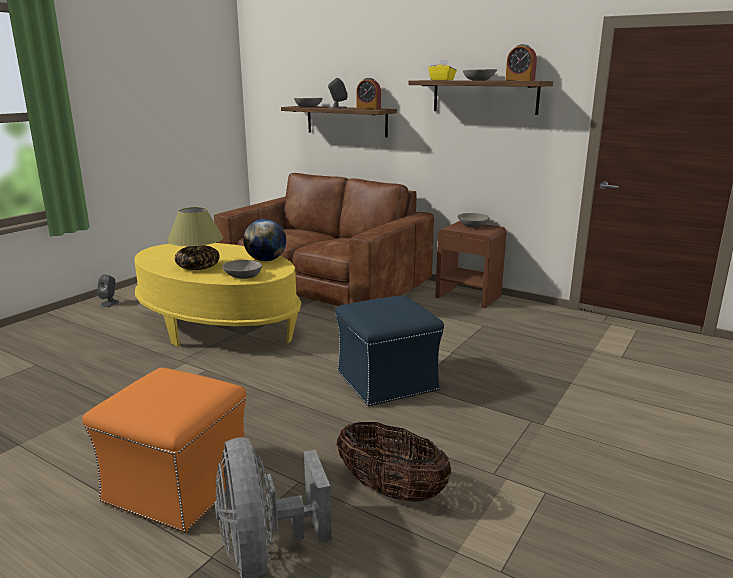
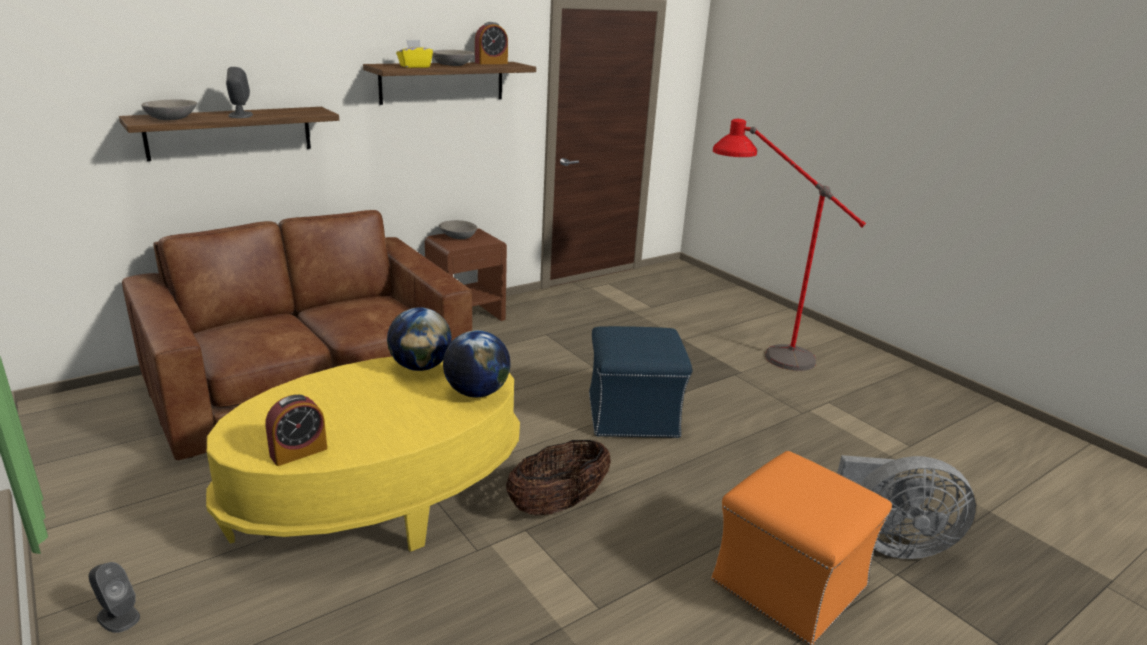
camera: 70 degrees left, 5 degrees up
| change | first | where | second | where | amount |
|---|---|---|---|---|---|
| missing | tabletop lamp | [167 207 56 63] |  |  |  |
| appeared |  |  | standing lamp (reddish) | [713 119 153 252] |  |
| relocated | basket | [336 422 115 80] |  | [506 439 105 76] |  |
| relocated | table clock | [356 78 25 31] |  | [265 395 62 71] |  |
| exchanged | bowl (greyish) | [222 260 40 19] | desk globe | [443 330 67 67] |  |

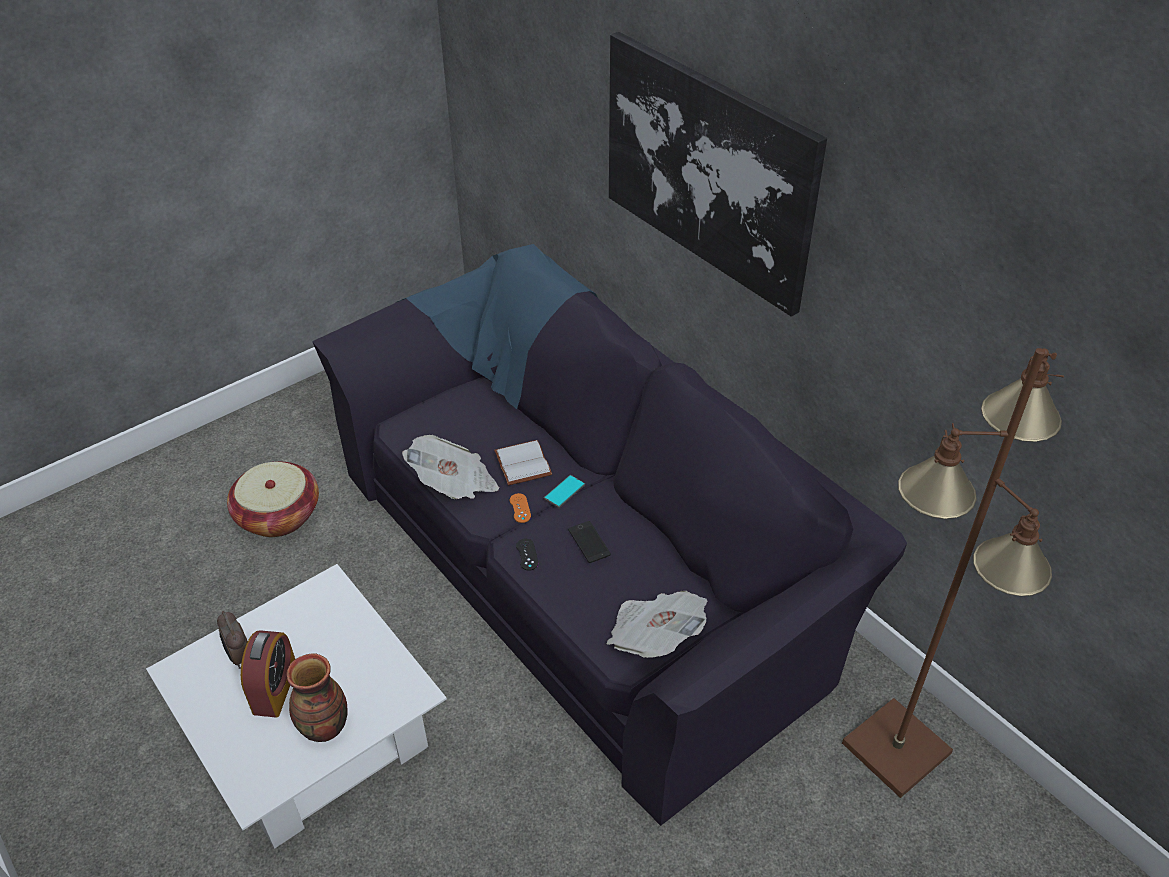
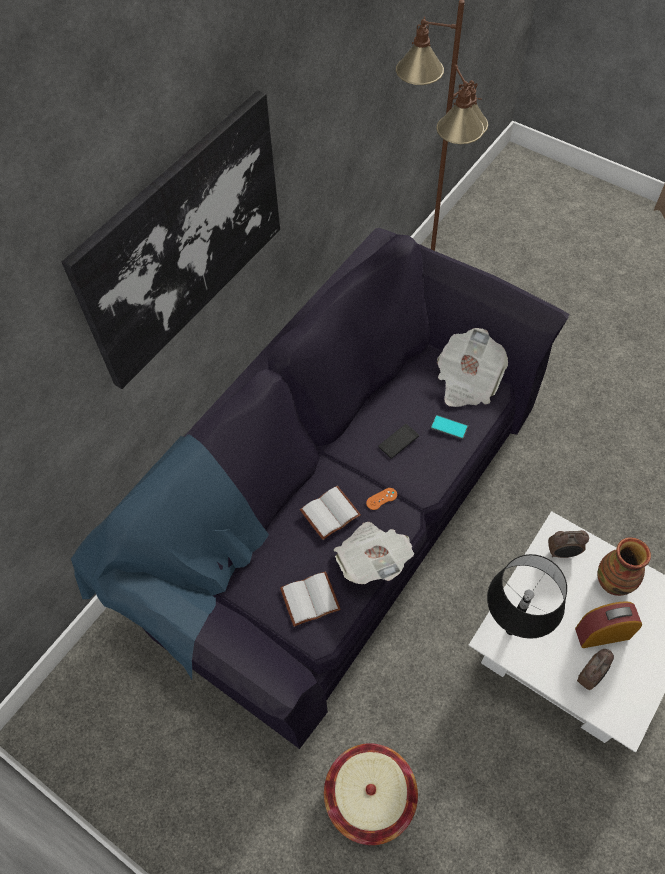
camera: 105 degrees left, 15 degrees up
| change | first | where | second | where | amount |
|---|---|---|---|---|---|
| missing | gamepad (black-coloured) | [516 539 22 32] |  |  |  |
| appeared |  |  | bound book (white) | [280 572 61 55] |  |
| appeared |  |  | tabletop lamp (black-coloured) | [487 554 80 85] |  |
| appeared |  |  | table clock | [548 530 41 28] |  |
| relocated | telephone | [544 475 41 33] |  | [431 415 38 24] |  |

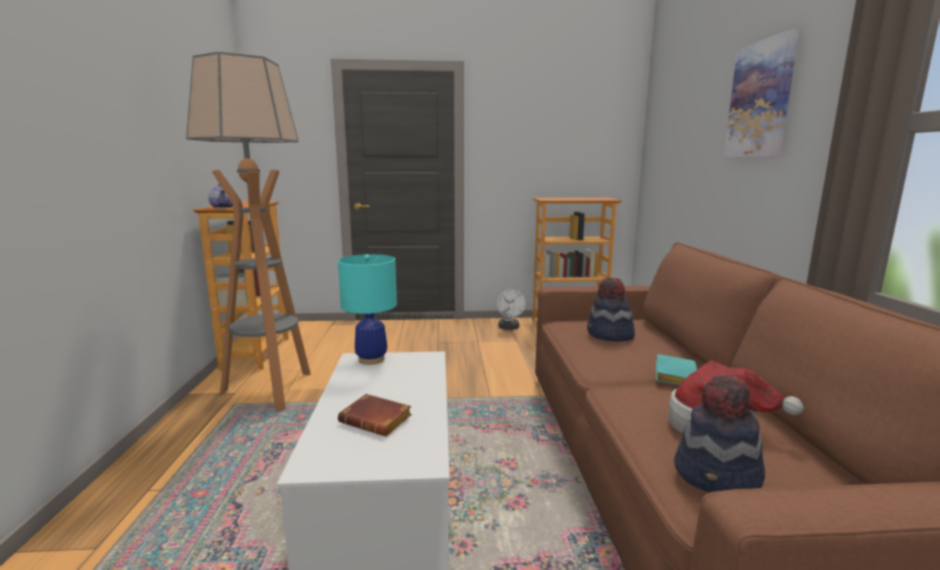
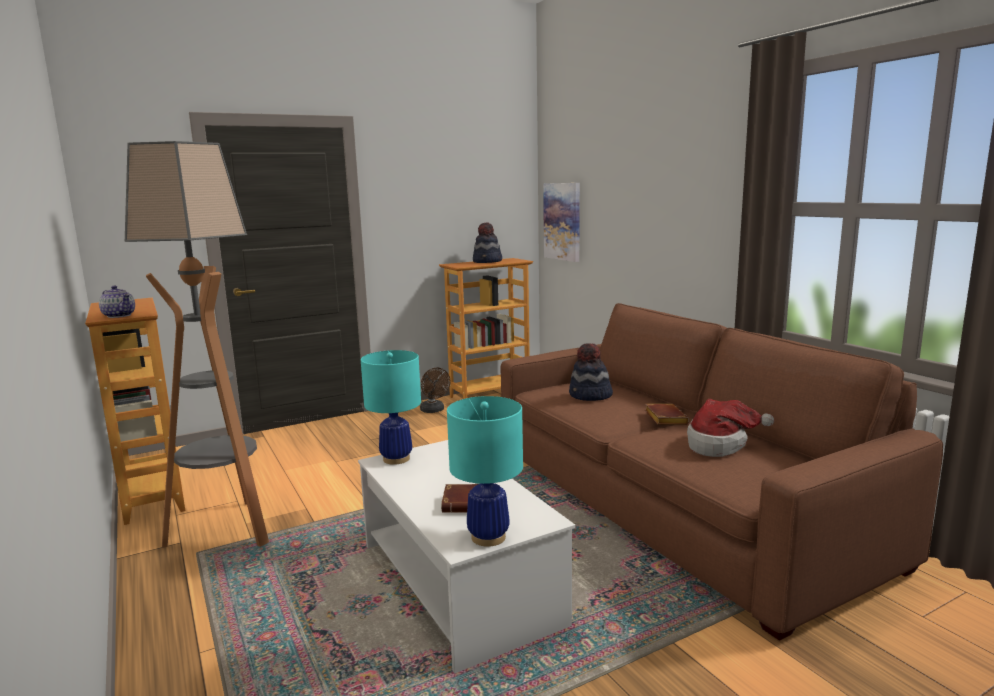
camera: 25 degrees left, 0 degrees up
| change | first | where | second | where | amount |
|---|---|---|---|---|---|
| appeared |  |  | tabletop lamp (turquoise) | [447 396 76 151] |  |
| relocated | wearable hat | [674 376 91 117] |  | [473 222 29 41] |  |
| relocated | picture | [724 29 75 129] |  | [543 183 37 79] |  |
| colour | fan (white) | [497 289 29 41] | fan (brownish) | [420 368 31 45] |  |
| colour | bound book (turquoise) | [656 354 41 31] | bound book (brownish) | [645 404 44 21] |  |

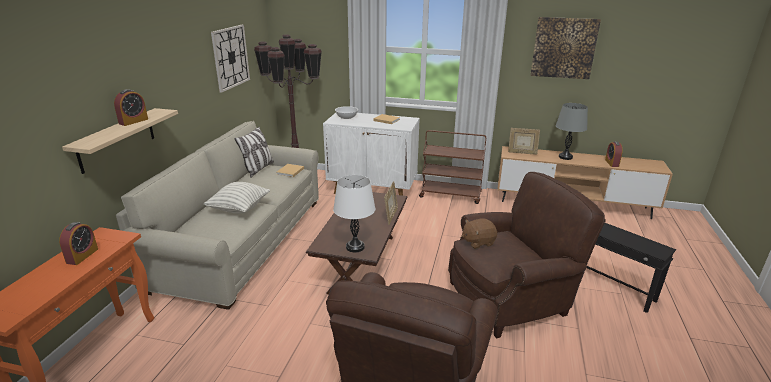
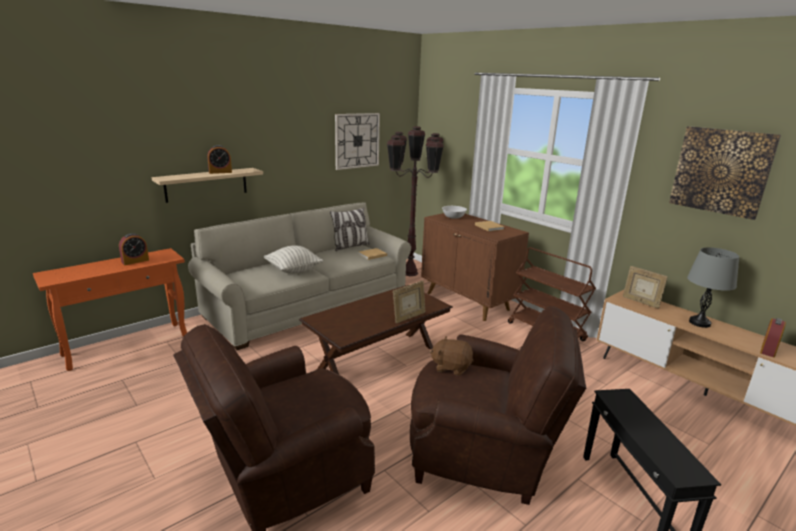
camera: 35 degrees right, 5 degrees down
| change | first | where | second | where | amount |
|---|---|---|---|---|---|
| missing | tabletop lamp (white) | [333 175 42 77] |  |  |  |
| colour | cabinet (white) | [323 113 97 83] | cabinet (brownish) | [421 213 108 108] |  |

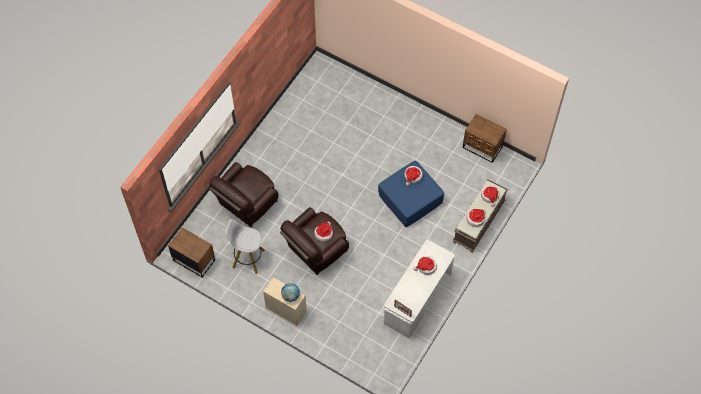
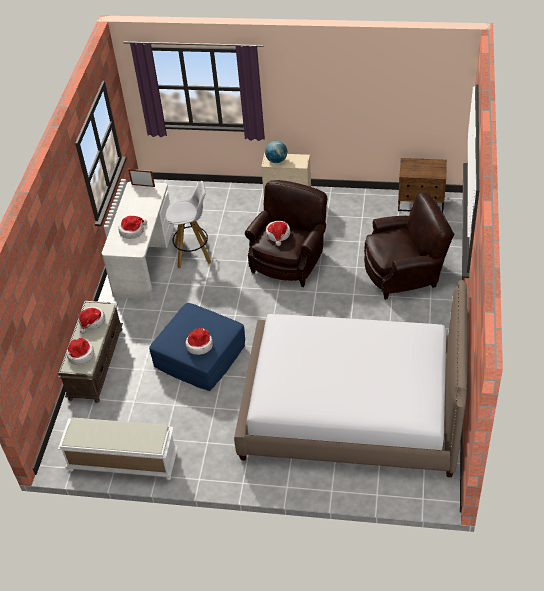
camera: 160 degrees right, 15 degrees down
| change | first | where | second | where | amount |
|---|---|---|---|---|---|
| appeared |  |  | sleeping bed | [234 280 234 197] |  |
| relocated | sitting stool (white) | [225 219 40 55] |  | [166 181 45 87] |  |
| exchanged | night table (brownish) | [463 114 44 49] | indoor bench (white) | [58 418 120 62] |  |
| spun | easy chair (brownish) | [209 162 70 66] |  | [364 192 90 108] | 60 degrees clockwise |

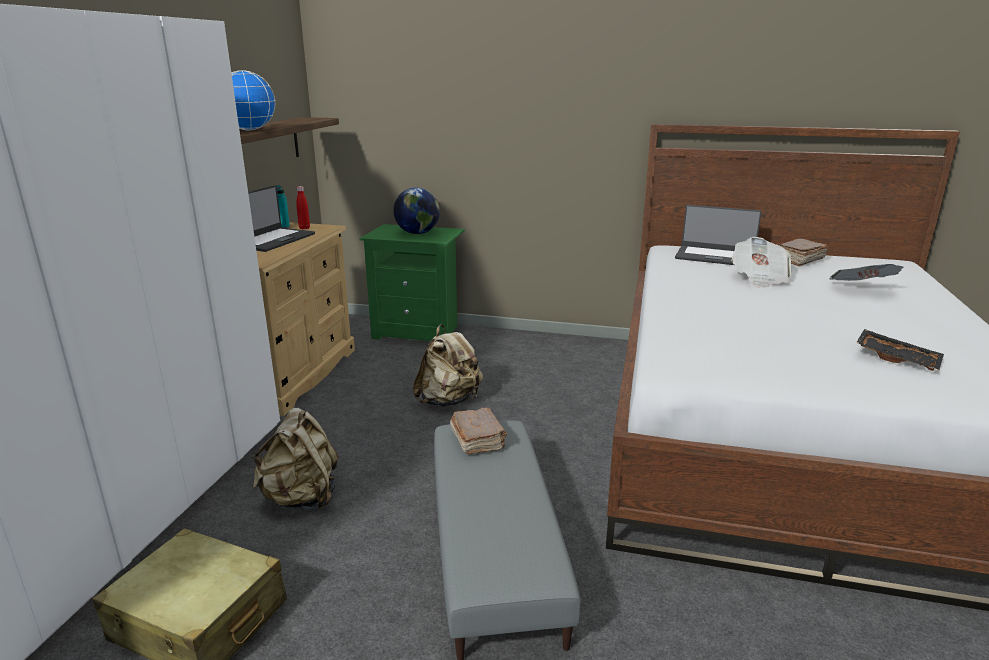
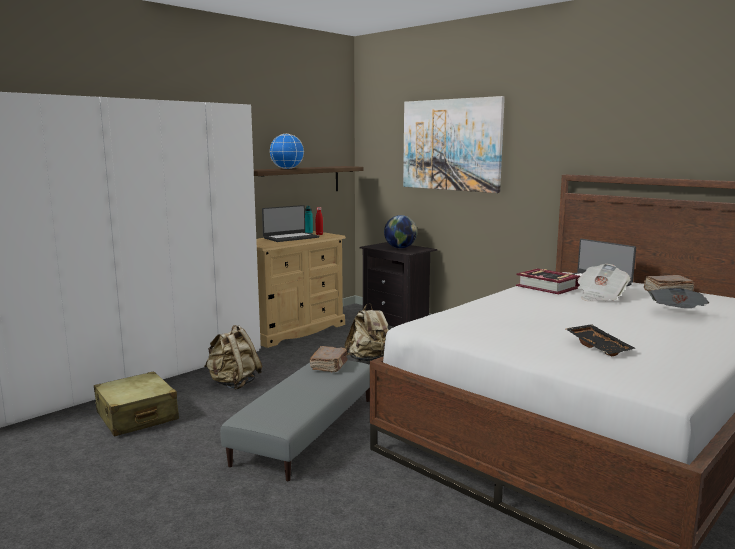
camera: 30 degrees right, 10 degrees down
| change | first | where | second | where | amount |
|---|---|---|---|---|---|
| appeared |  |  | picture | [403 96 102 97] |  |
| appeared |  |  | bound book | [516 268 64 26] |  |
| colour | night table (greenish) | [359 224 106 117] | night table (black-coloured) | [360 242 77 85] |  |

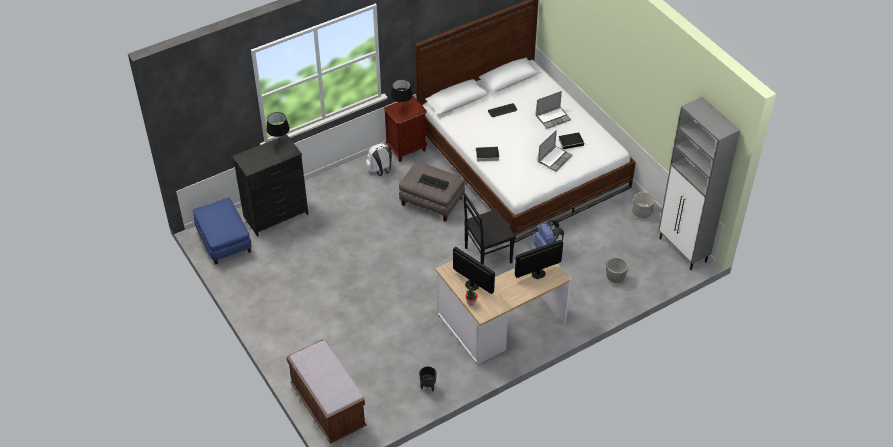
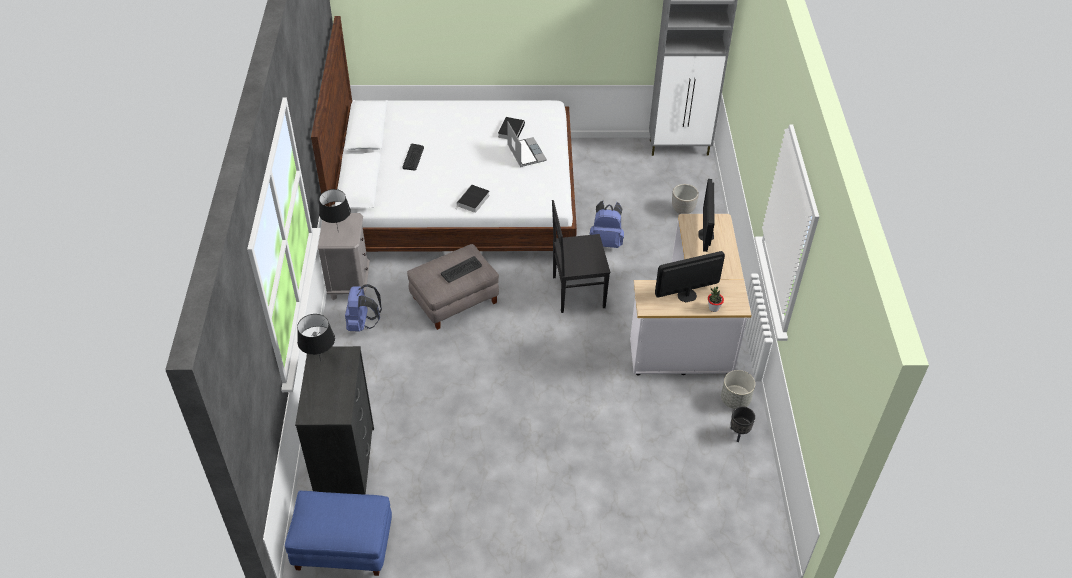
camera: 60 degrees left, 0 degrees up
| change | first | where | second | where | amount |
|---|---|---|---|---|---|
| missing | indoor bench (brownish) | [286 339 81 105] |  |  |  |
| missing | laptop | [536 91 35 38] |  |  |  |
| relocated | plant pot (greyish) | [632 192 23 26] |  | [721 370 34 39] |  |
| colour | backpack (white) | [366 143 26 33] | backpack (blue) | [345 284 37 48] |  |
| colour | night table (brownish) | [384 96 43 66] | night table (greyish) | [318 213 52 87] |  |
| spun | upright chair (black-coloured) | [464 192 51 73] |  | [552 200 58 113] | 75 degrees clockwise |

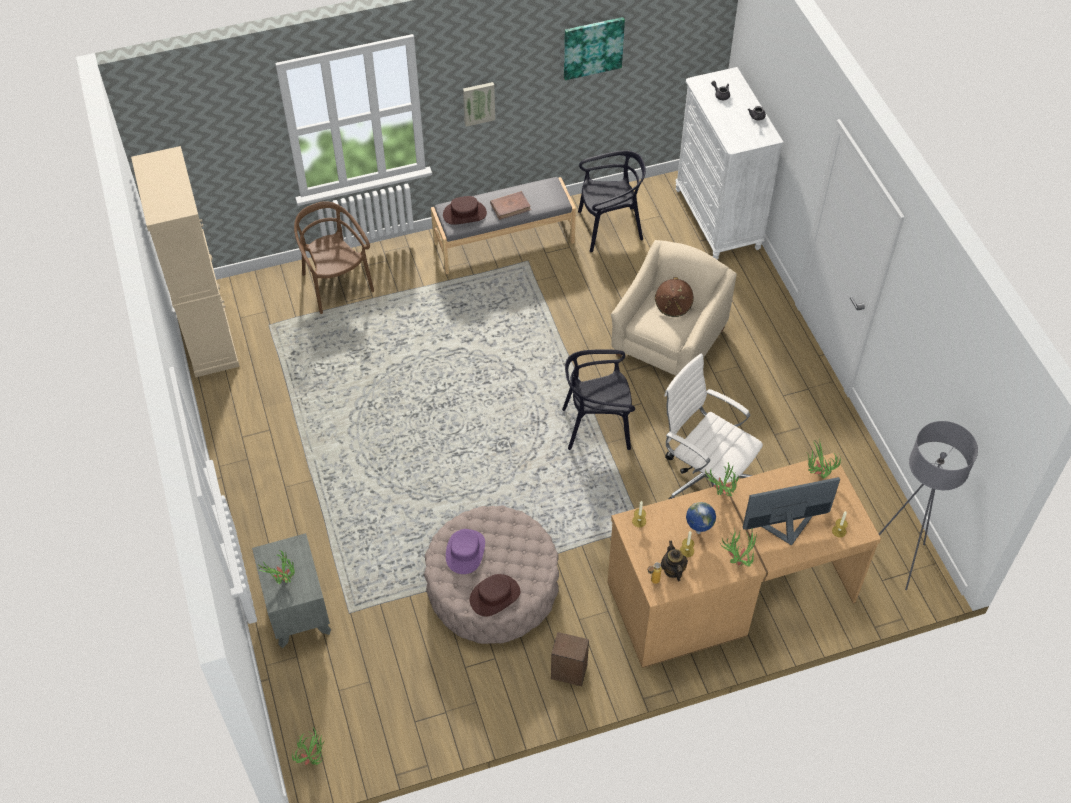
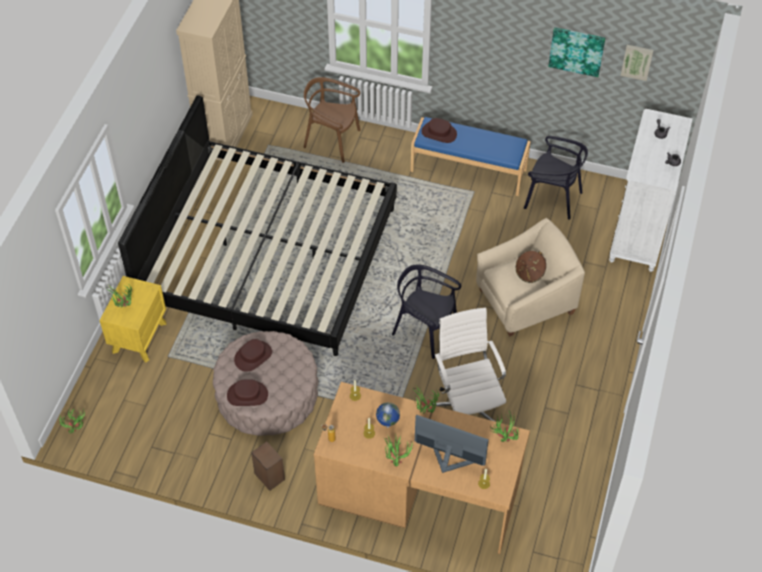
camera: 35 degrees right, 0 degrees up
| change | first | where | second | where | amount |
|---|---|---|---|---|---|
| missing | bound book (brownish) | [490 191 41 29] |  |  |  |
| missing | teapot | [661 541 27 40] |  |  |  |
| missing | standing lamp (greyish) | [879 421 99 169] |  |  |  |
| appeared |  |  | sleeping bed | [118 95 279 261] |  |
| relocated | picture | [463 82 32 45] |  | [621 45 33 36] |  |
| colour | night table (greyish) | [252 533 79 115] | night table (yellowish) | [100 276 67 86] |  |
| colour | indoor bench (greyish) | [431 177 145 97] | indoor bench (blue) | [410 117 121 79] |  |
| colour | wearable hat (purple-coloured) | [446 529 39 45] | wearable hat (brownish) | [234 339 38 33] |  |
| spun | upright chair (brownish) | [294 201 80 113] |  | [303 77 58 86] | 75 degrees counterclockwise |

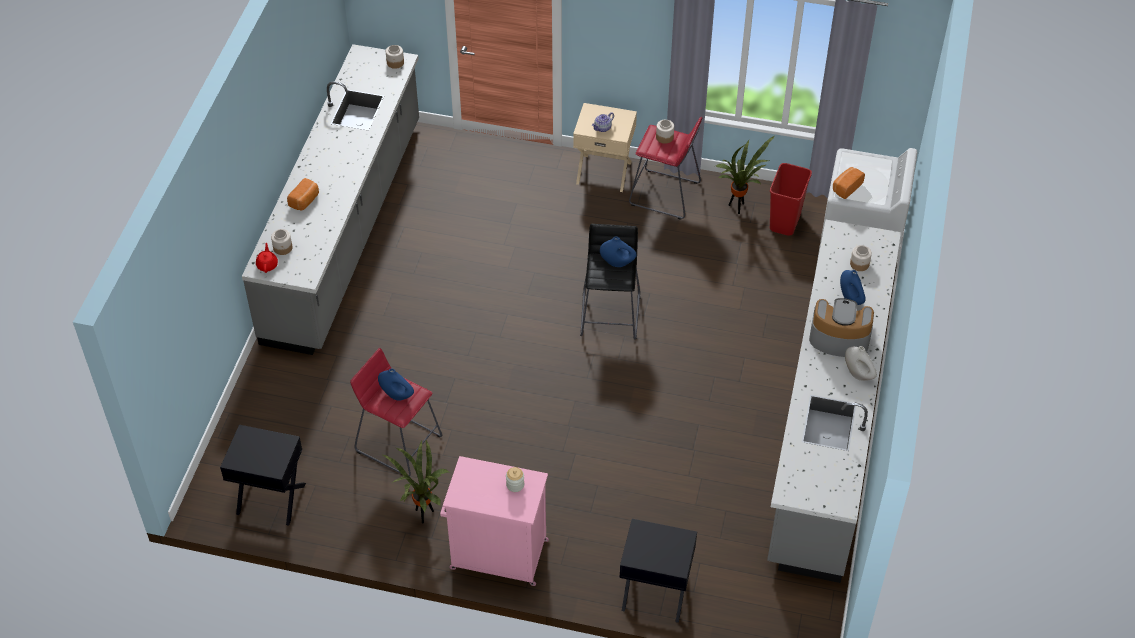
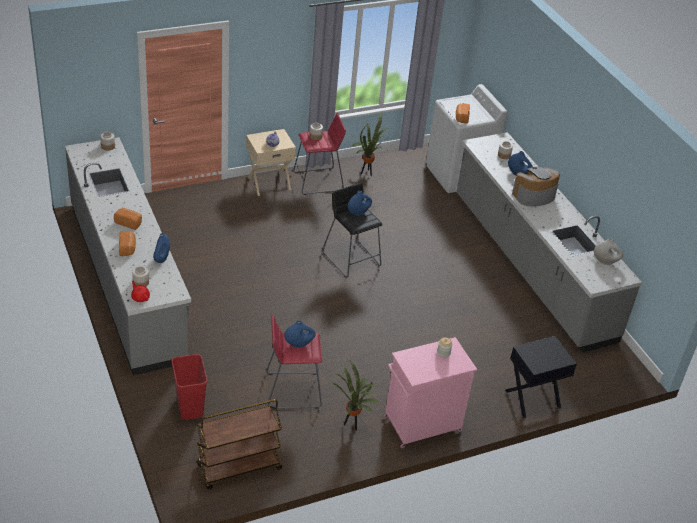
camera: 40 degrees left, 10 degrees down
| change | first | where | second | where | amount |
|---|---|---|---|---|---|
| appeared |  |  | bakery bread | [114 208 28 22] |  |
| appeared |  |  | flower vase (blue) | [153 233 17 30] |  |
| relocated | waste bin (reddish) | [770 163 42 72] |  | [172 354 36 66] |  |
| relocated | flower vase (white) | [845 346 32 35] |  | [594 238 29 27] |  |
| exchanged | night table (black-coloured) | [220 425 86 101] | wheeled cart (brownish) | [197 399 85 90] |  |

